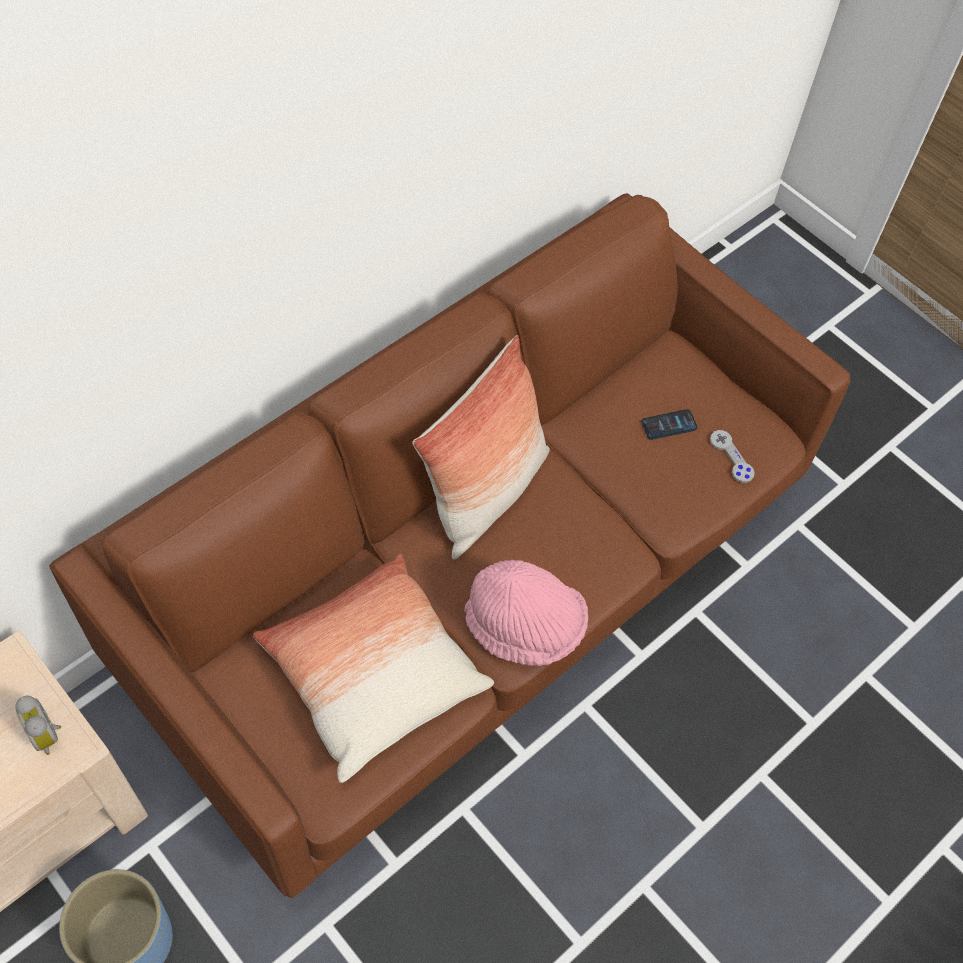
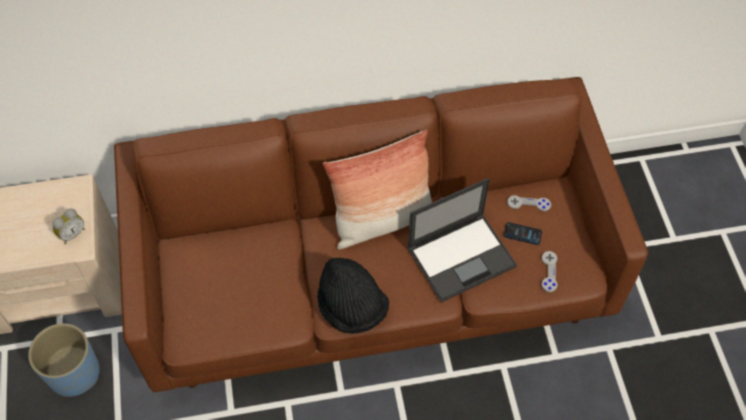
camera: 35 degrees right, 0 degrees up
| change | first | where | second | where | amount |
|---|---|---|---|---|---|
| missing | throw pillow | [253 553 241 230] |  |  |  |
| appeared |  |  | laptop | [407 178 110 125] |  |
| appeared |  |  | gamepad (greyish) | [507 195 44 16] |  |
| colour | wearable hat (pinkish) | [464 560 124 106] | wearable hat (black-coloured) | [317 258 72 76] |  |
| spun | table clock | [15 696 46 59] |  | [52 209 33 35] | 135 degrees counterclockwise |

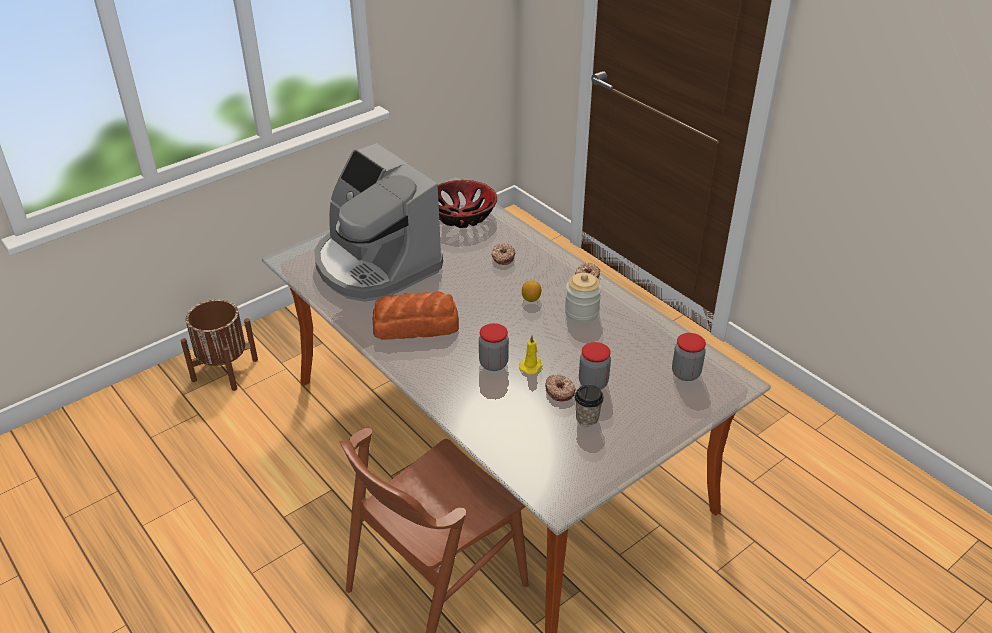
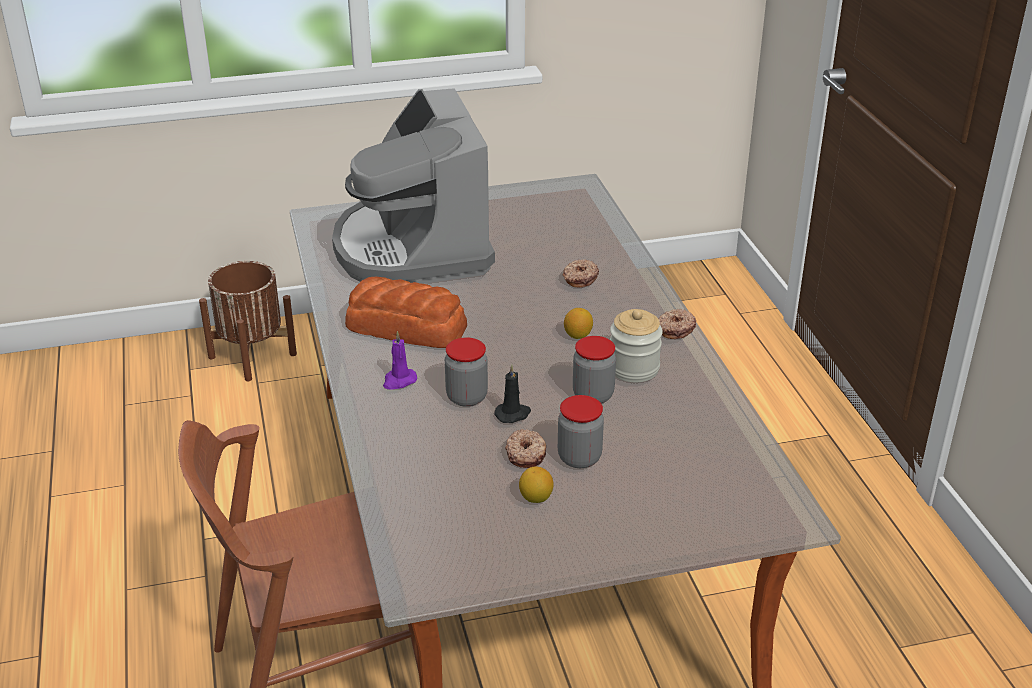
camera: 25 degrees right, 5 degrees down
| change | first | where | second | where | amount |
|---|---|---|---|---|---|
| missing | bowl | [438 180 59 48] |  |  |  |
| appeared |  |  | wax candle (purple-coloured) | [383 331 34 58] |  |
| relocated | jar | [672 333 34 48] |  | [573 336 43 68] |  |
| exchanged | small cup | [575 385 29 42] | whole lemon | [519 466 35 37] |  |
| colour | wax candle (yellowish) | [519 335 23 40] | wax candle (black-coloured) | [494 365 37 58] |  |

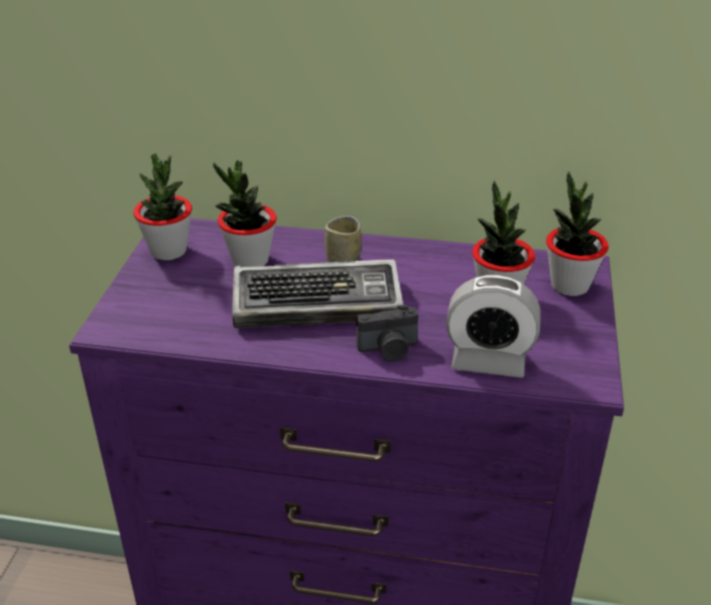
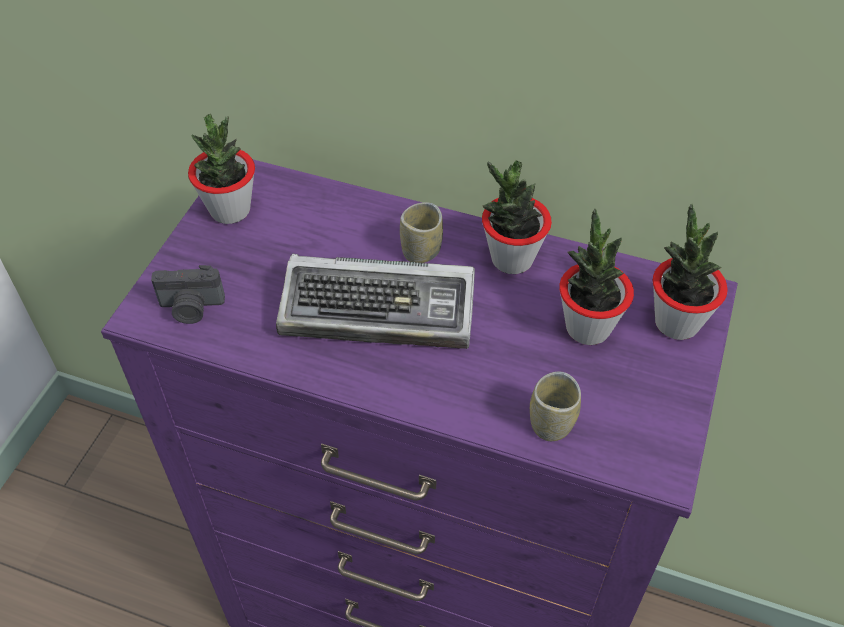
camera: 10 degrees right, 15 degrees up
| change | first | where | second | where | amount |
|---|---|---|---|---|---|
| relocated | potted plant | [213 160 64 107] |  | [482 161 70 113] |  |
| relocated | still camera | [356 305 62 57] |  | [151 265 74 59] |  |
| exchanged | table clock | [446 275 94 103] | small cup | [530 372 51 69] |  |

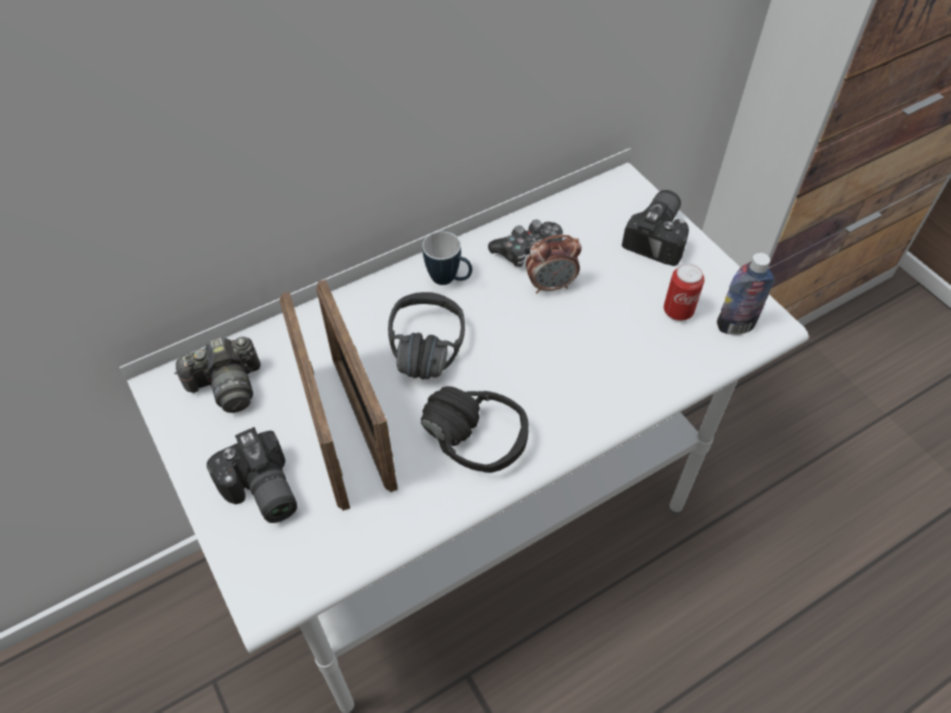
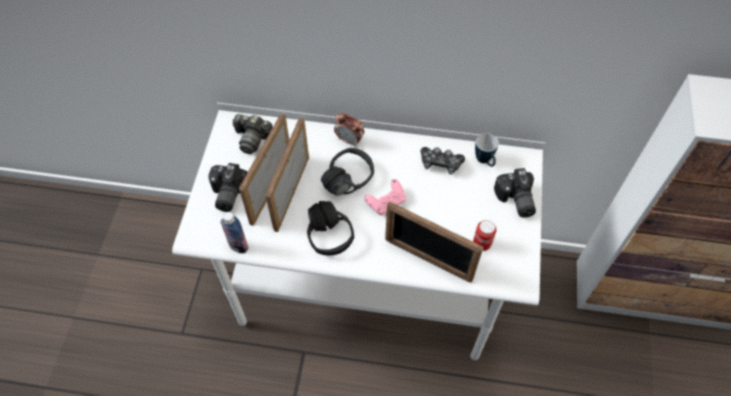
camera: 40 degrees right, 5 degrees up
| change | first | where | second | where | amount |
|---|---|---|---|---|---|
| appeared |  |  | gamepad (pinkish) | [364 179 42 37] |  |
| appeared |  |  | standing frame | [385 201 99 82] |  |
| relocated | coffee mug | [422 231 50 54] |  | [475 133 24 34] |  |
| relocated | table clock | [526 235 56 58] |  | [334 113 30 33] |  |
| relocated | bottle | [717 253 58 82] |  | [220 212 29 41] |  |
| spun | still camera | [622 190 67 76] |  | [494 168 42 50] | 105 degrees clockwise |

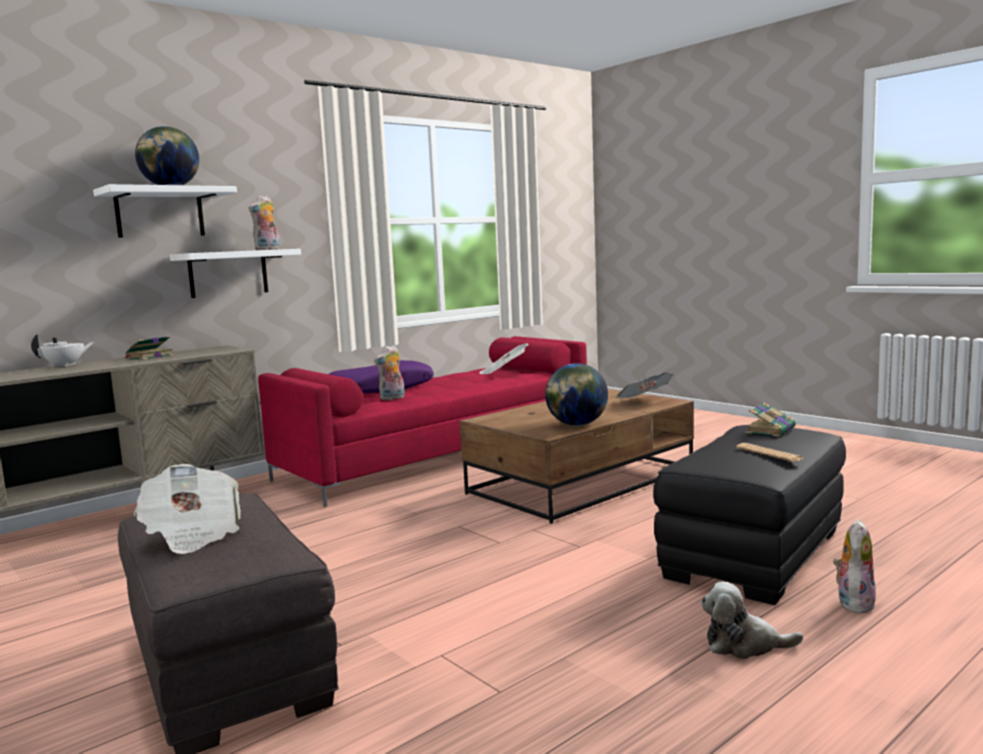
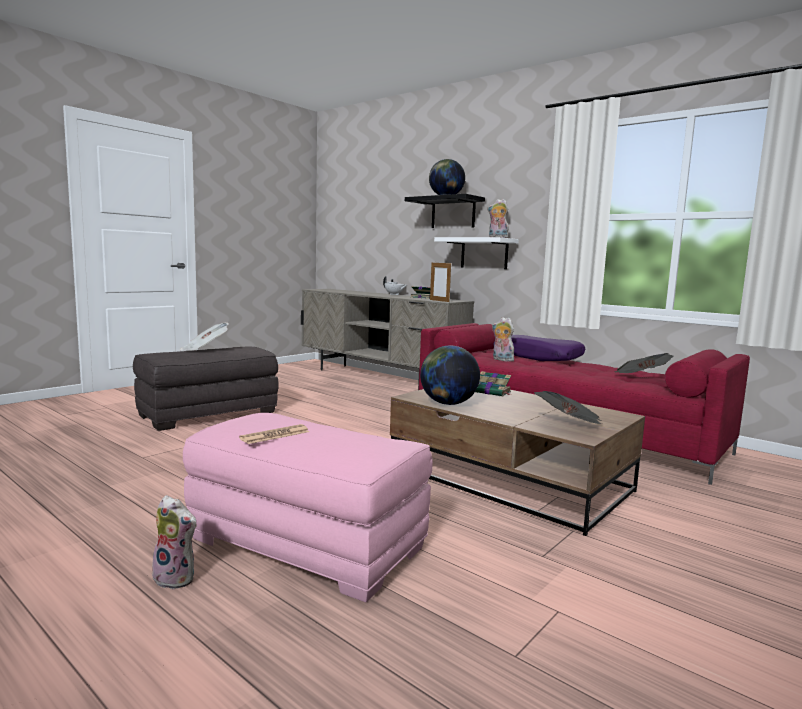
camera: 80 degrees right, 0 degrees up
| change | first | where | second | where | amount |
|---|---|---|---|---|---|
| missing | plush toy | [701 582 102 77] |  |  |  |
| appeared |  |  | standing frame | [430 261 21 41] |  |
| relocated | bound book | [745 402 51 35] |  | [475 371 36 26] |  |
| colour | bracket shelf (white) | [93 184 144 54] | bracket shelf (black-coloured) | [405 194 80 34] |  |
| colour | footrest (black-coloured) | [653 425 193 180] | footrest (pinkish) | [183 413 250 189] |  |

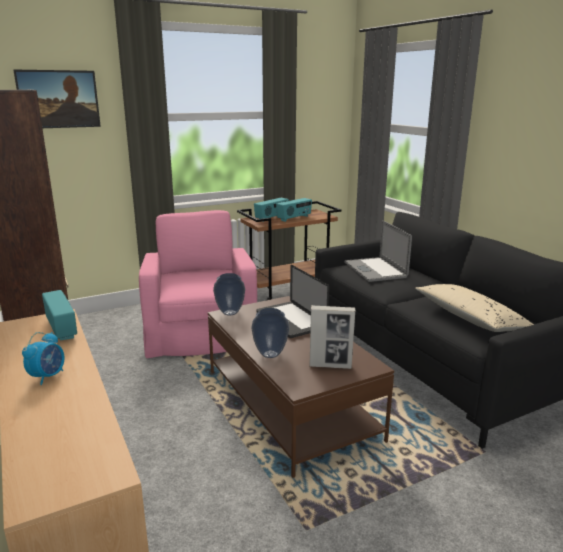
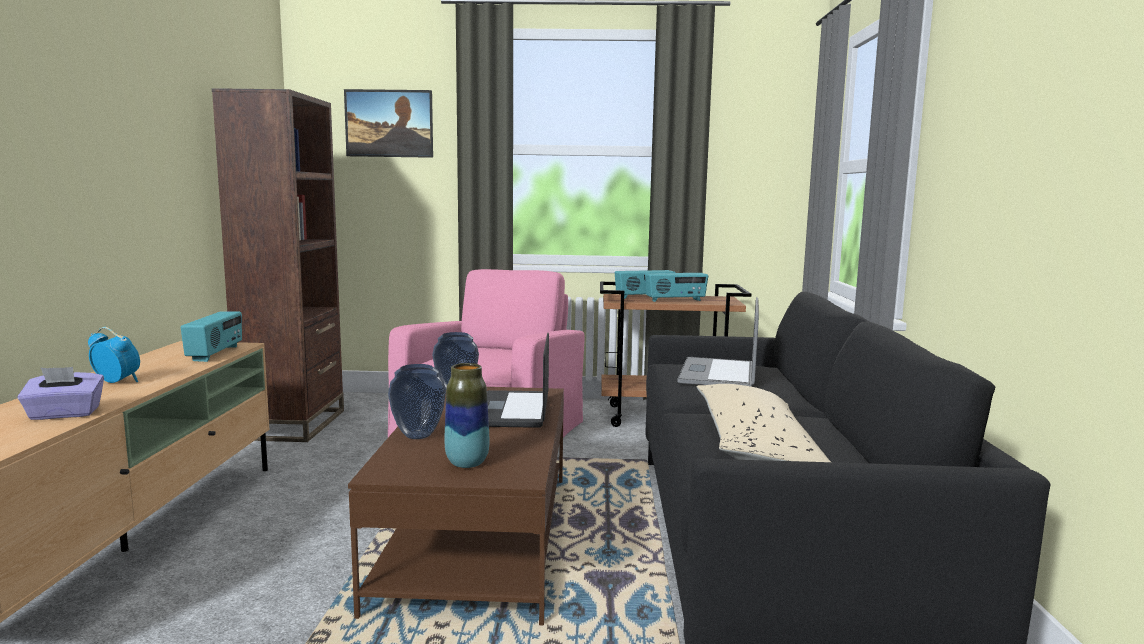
camera: 30 degrees right, 10 degrees down
| change | first | where | second | where | amount |
|---|---|---|---|---|---|
| appeared |  |  | tissue box (purple-coloured) | [18 367 86 53] |  |
| exchanged | standing frame | [309 305 46 64] | flower vase | [444 363 45 105] |  |
| spun | table clock | [22 332 42 53] |  | [88 327 52 56] | 120 degrees counterclockwise |

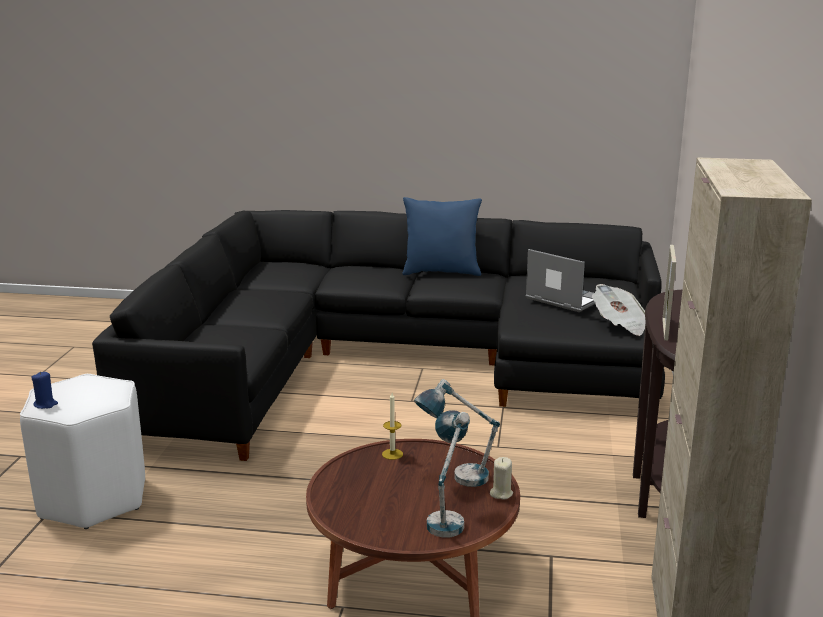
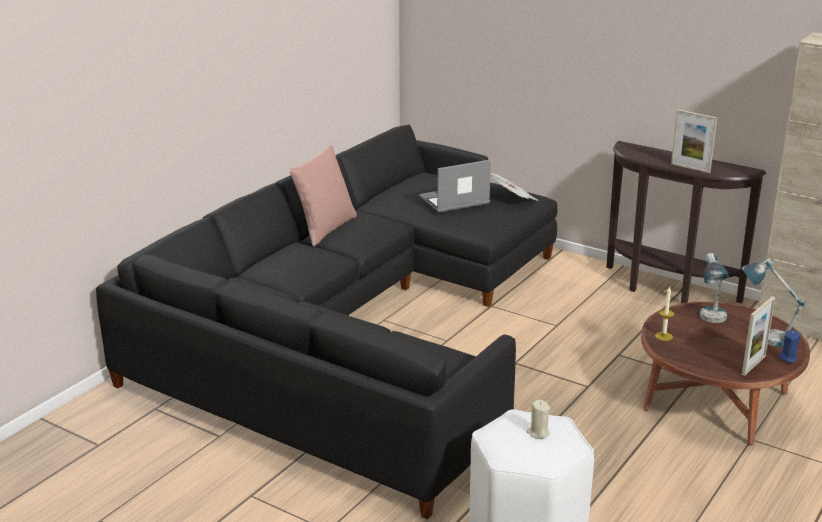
camera: 65 degrees left, 5 degrees up
| change | first | where | second | where | amount |
|---|---|---|---|---|---|
| appeared |  |  | standing frame | [742 296 33 80] |  |
| relocated | wax candle (blue) | [31 371 27 38] |  | [778 330 22 33] |  |
| relocated | wax candle (beige-coloured) | [490 457 23 43] |  | [526 400 25 39] |  |
| colour | throw pillow (blue) | [402 197 80 79] | throw pillow (pinkish) | [289 145 68 102] |  |

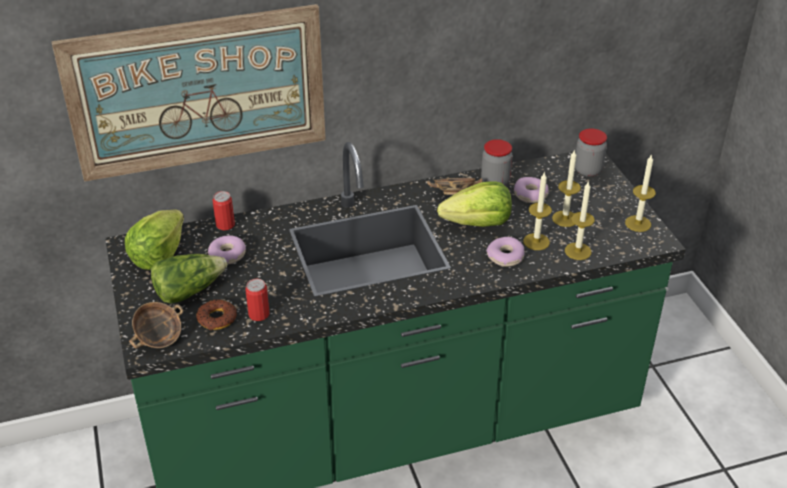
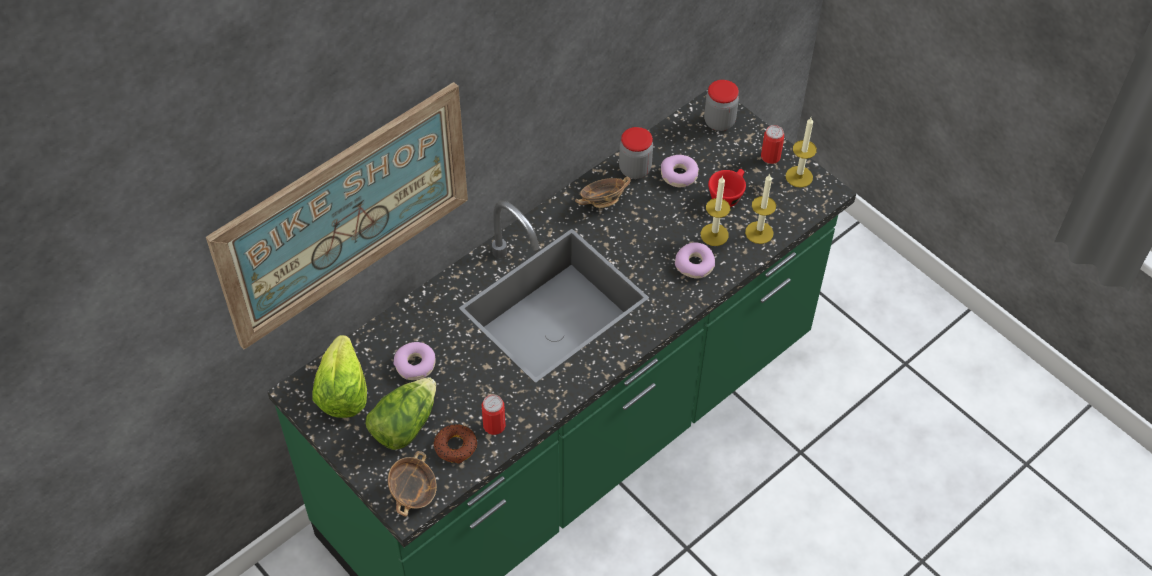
camera: 25 degrees left, 15 degrees up
| change | first | where | second | where | amount |
|---|---|---|---|---|---|
| missing | lettuce | [437 181 75 46] |  |  |  |
| relocated | can | [212 191 23 39] |  | [761 125 23 39] |  |
| exchanged | wax candle | [552 149 29 78] | small cup (reddish) | [708 169 38 38] |  |

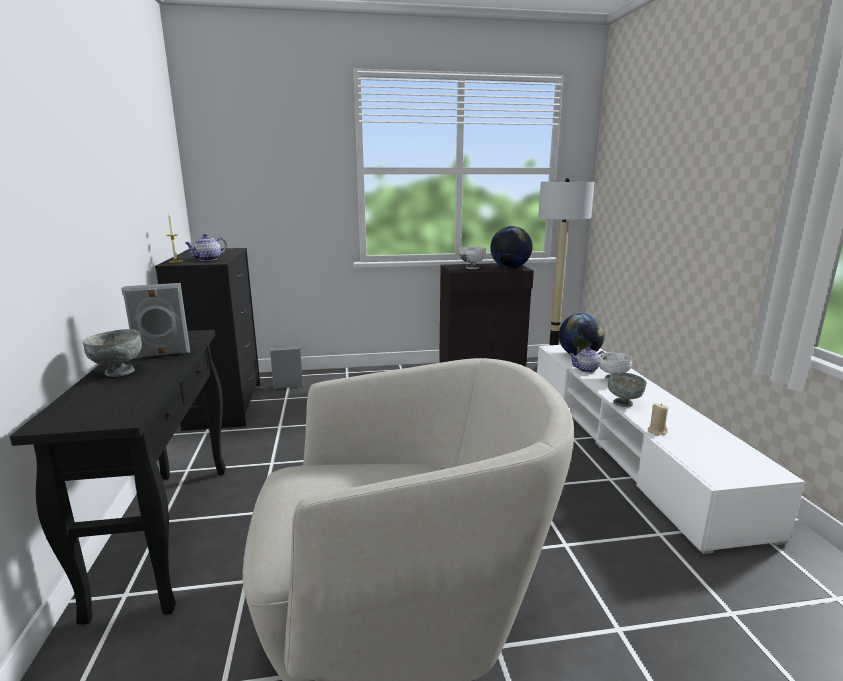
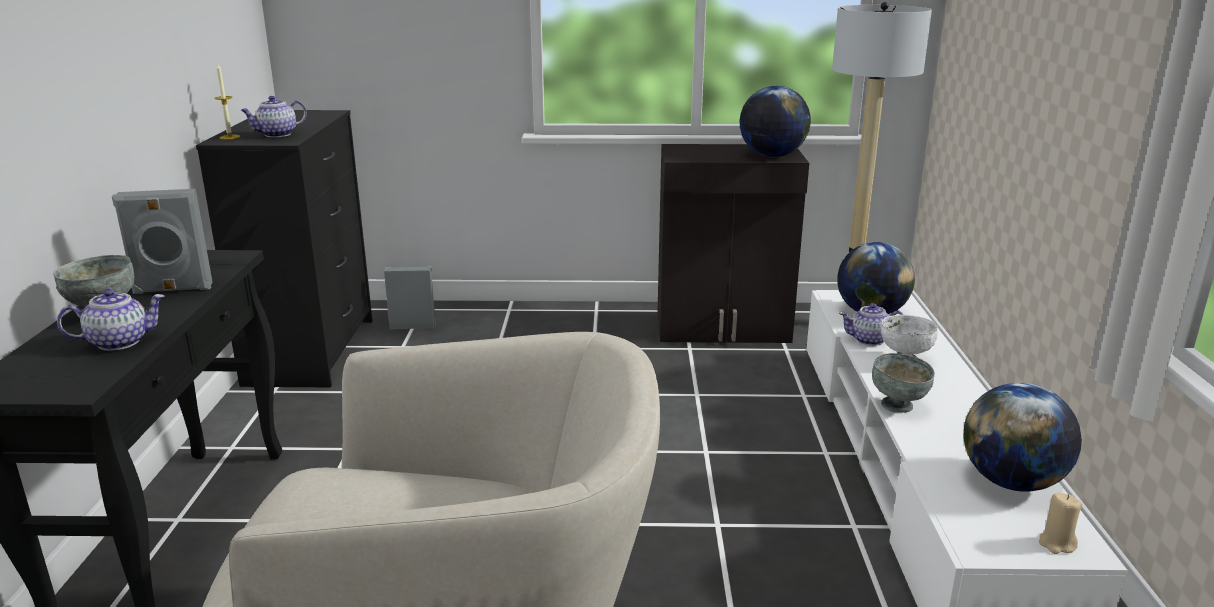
camera: 10 degrees right, 5 degrees up
| change | first | where | second | where | amount |
|---|---|---|---|---|---|
| missing | bowl (white) | [459 247 27 22] |  |  |  |
| appeared |  |  | teapot | [57 289 108 62] |  |
| appeared |  |  | desk globe | [963 383 119 109] |  |
| relocated | wax candle (beige-coloured) | [648 403 20 33] |  | [1039 493 43 61] |  |

